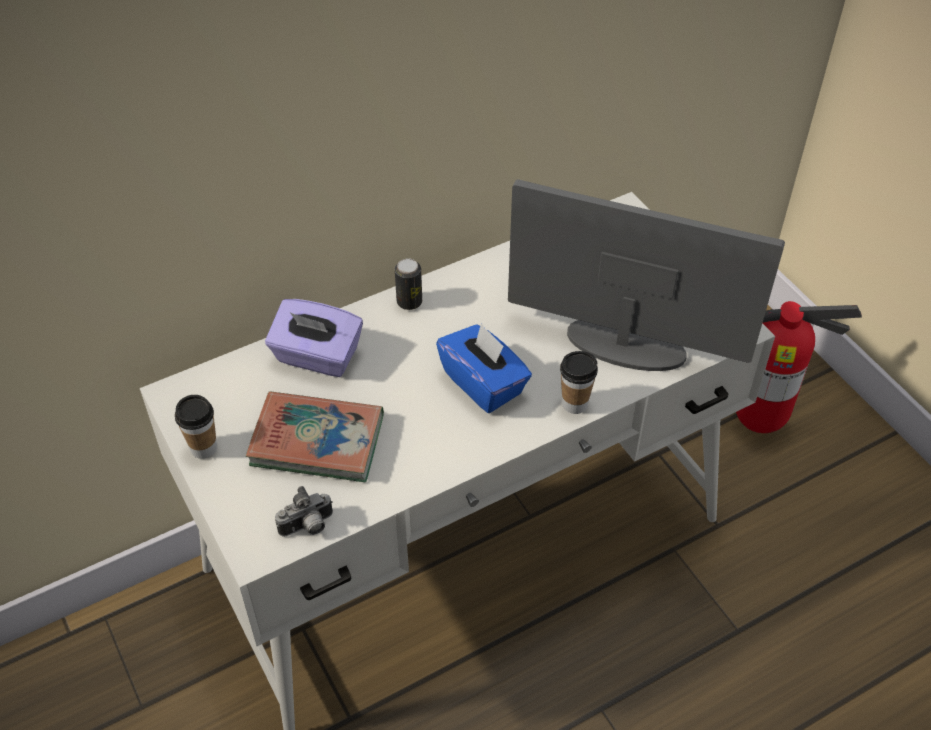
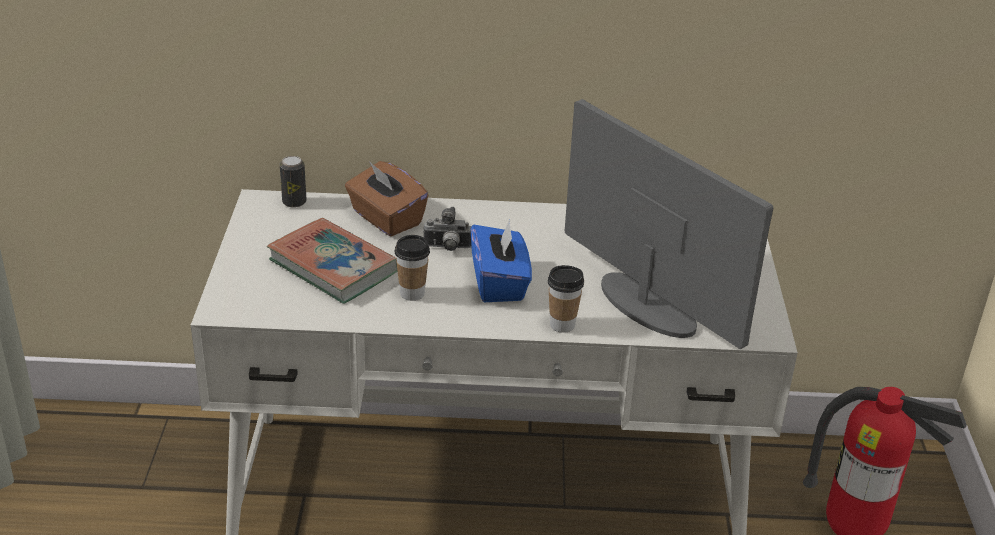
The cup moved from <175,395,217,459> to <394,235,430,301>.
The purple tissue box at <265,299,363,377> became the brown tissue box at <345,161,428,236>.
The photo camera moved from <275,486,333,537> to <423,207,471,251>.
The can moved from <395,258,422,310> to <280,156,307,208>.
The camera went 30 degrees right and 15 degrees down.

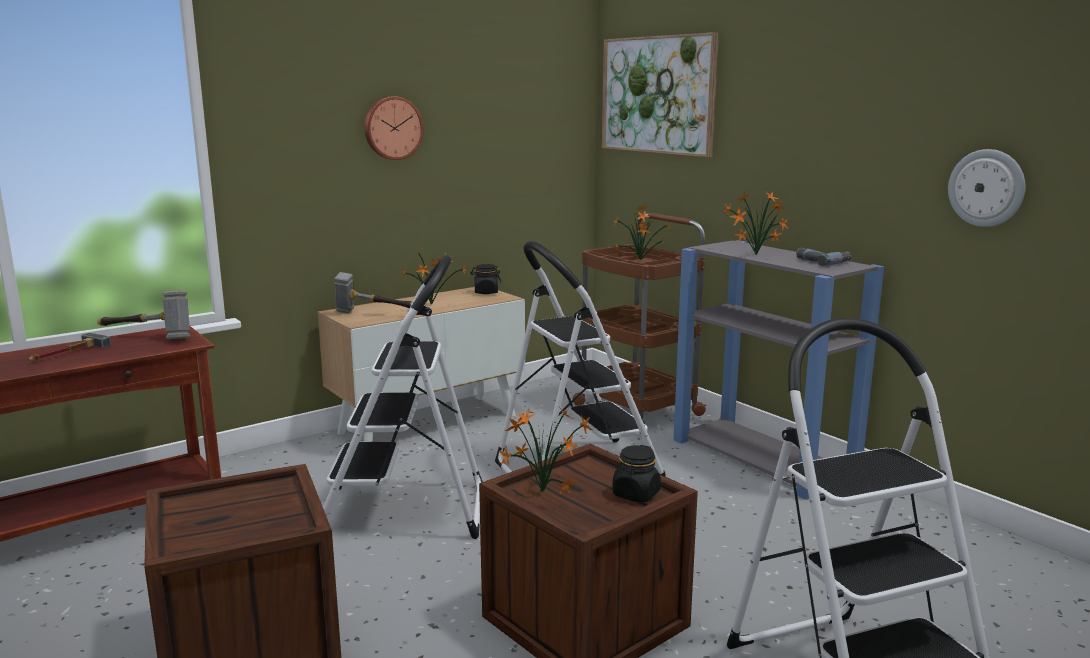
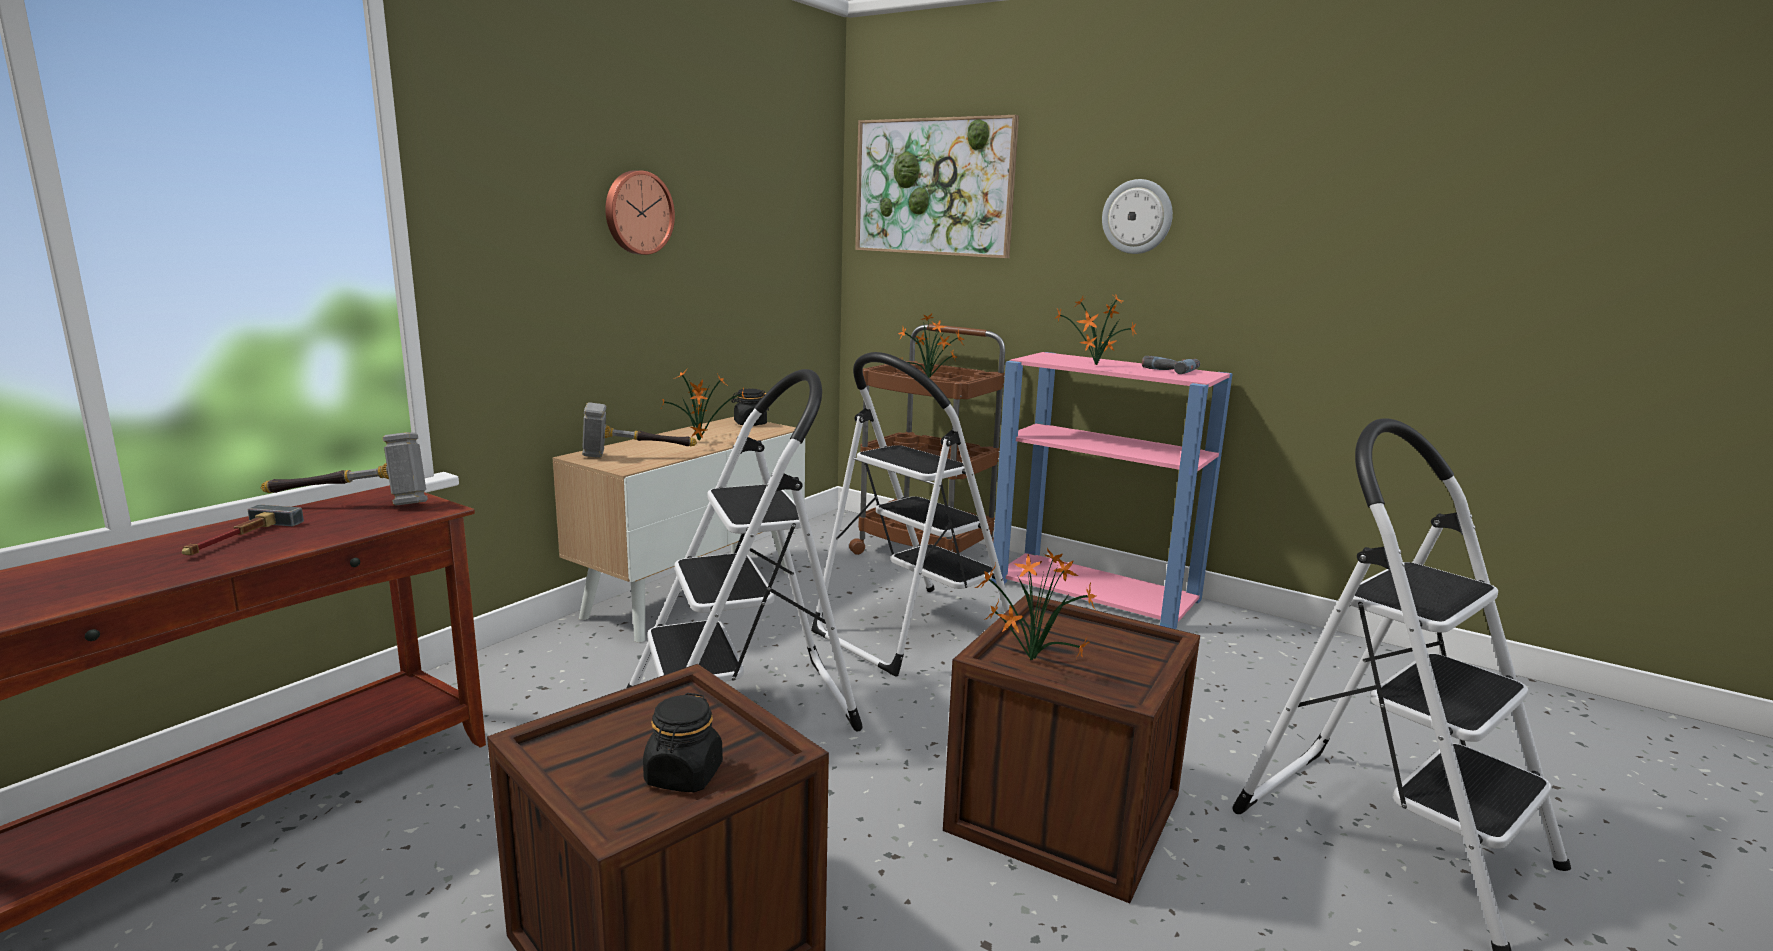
The black jar moved from <612,445,660,502> to <643,693,723,792>.
The grey bookcase at <674,240,884,500> became the pink bookcase at <991,352,1233,629>.
The wall clock moved from <948,149,1025,227> to <1102,179,1173,254>.
The camera went 20 degrees left and 0 degrees up.

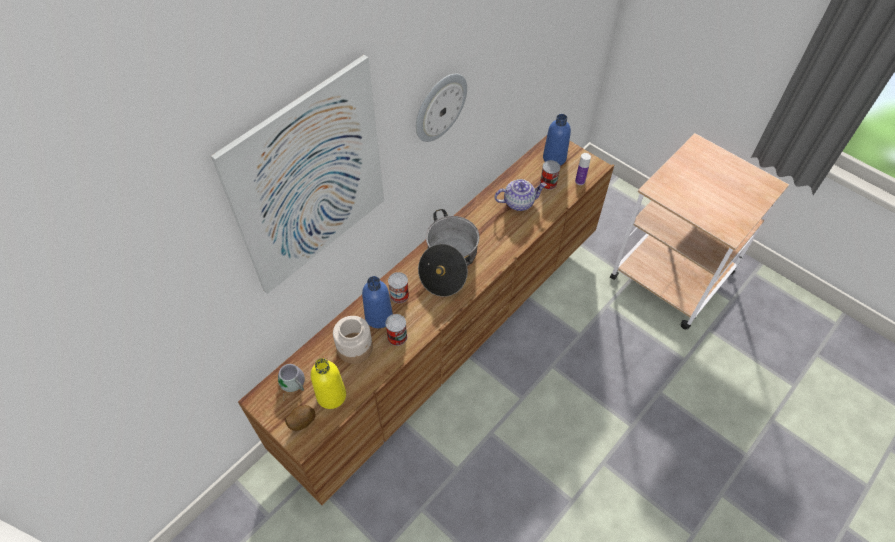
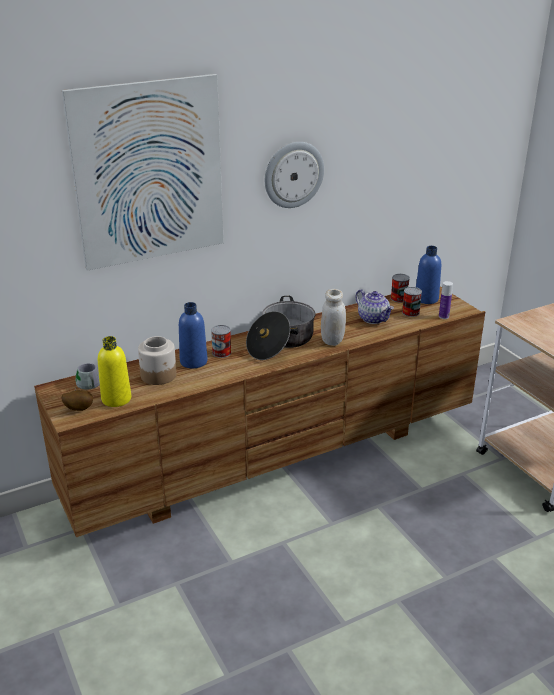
The can moved from <385,314,407,346> to <391,274,410,303>.
The teapot at <494,179,547,211> turned 45 degrees clockwise.
The white jar at <321,289,346,346> appeared.
The camera went 20 degrees right and 25 degrees down.

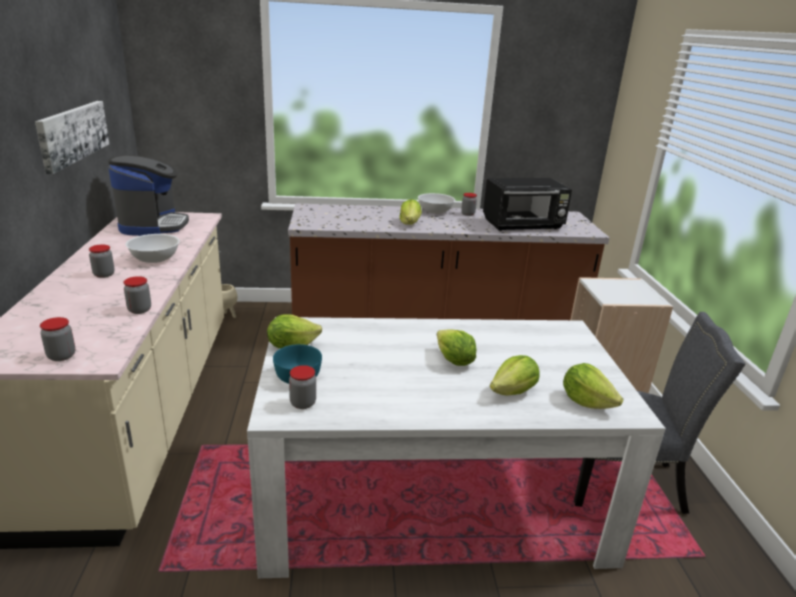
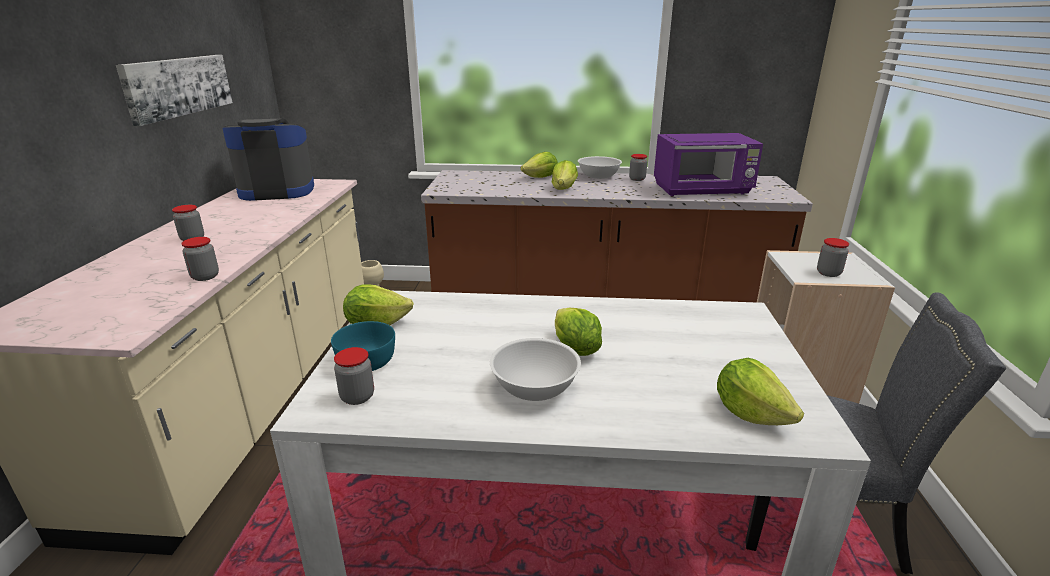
The jar moved from <40,317,75,361> to <817,238,849,277>.
The coffee machine at <108,155,189,236> turned 105 degrees counterclockwise.
The white bowl moved from <125,234,180,263> to <490,338,581,401>.
The black microwave at <483,178,572,231> became the purple microwave at <654,133,763,196>.
The lettuce moved from <490,355,539,395> to <521,152,558,178>.
The camera went 10 degrees right and 0 degrees up.

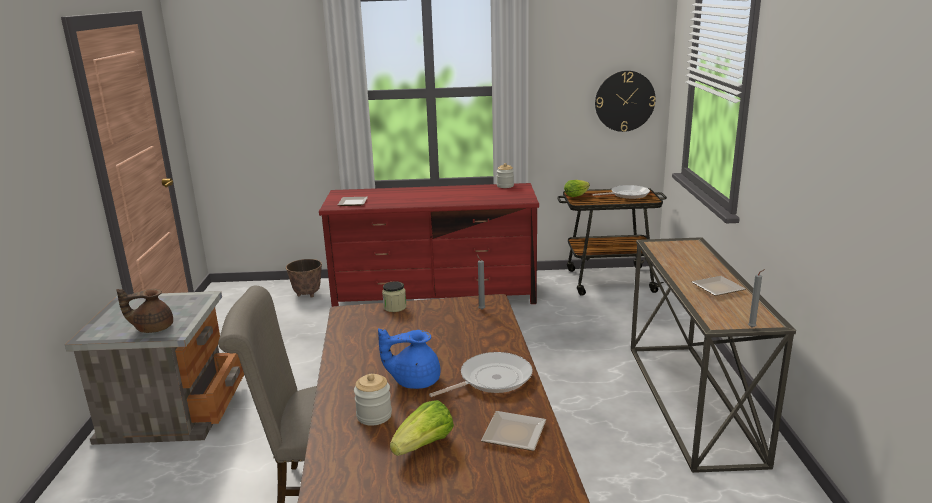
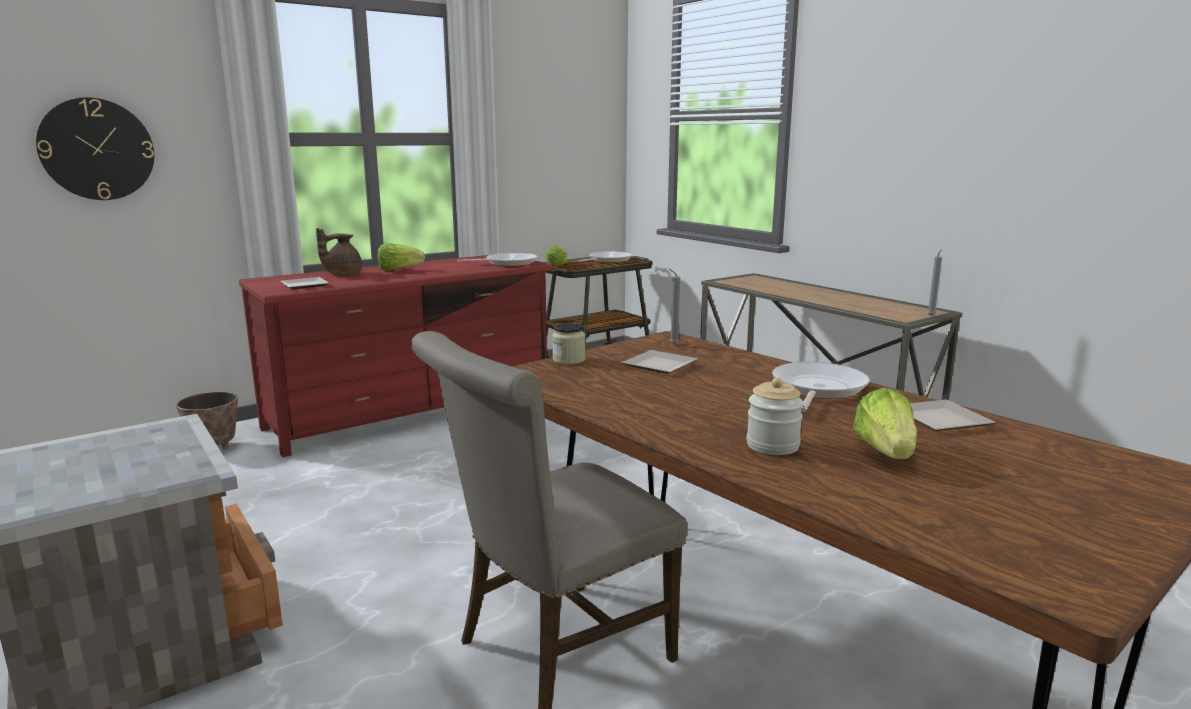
The brown teapot moved from <116,289,173,333> to <316,228,362,275>.
The blue teapot at <378,328,441,389> disappeared.
The jar at <497,163,514,188> disappeared.
The wall clock moved from <595,71,656,132> to <36,97,154,200>.
The plate moved from <692,276,746,296> to <622,350,698,374>.
The lettuce at <378,243,425,271> appeared.
The frying pan at <458,253,537,266> appeared.
The camera went 35 degrees left and 5 degrees down.

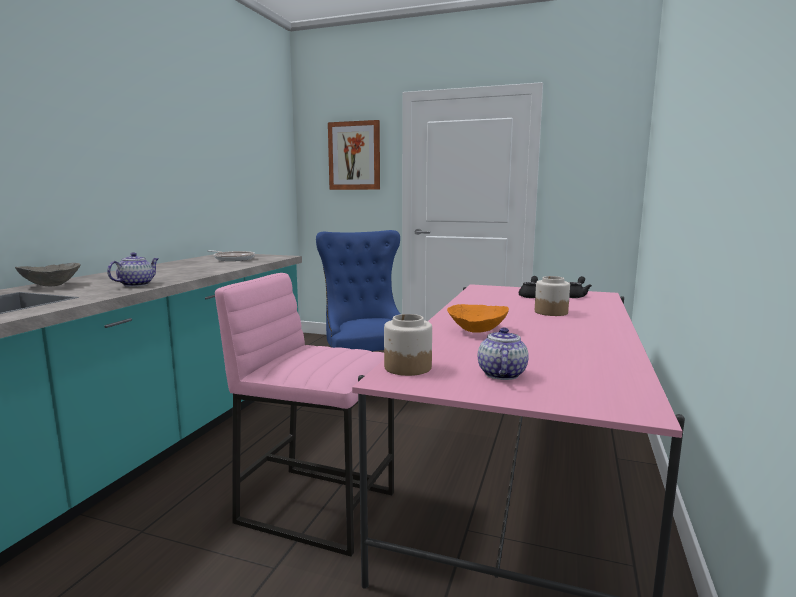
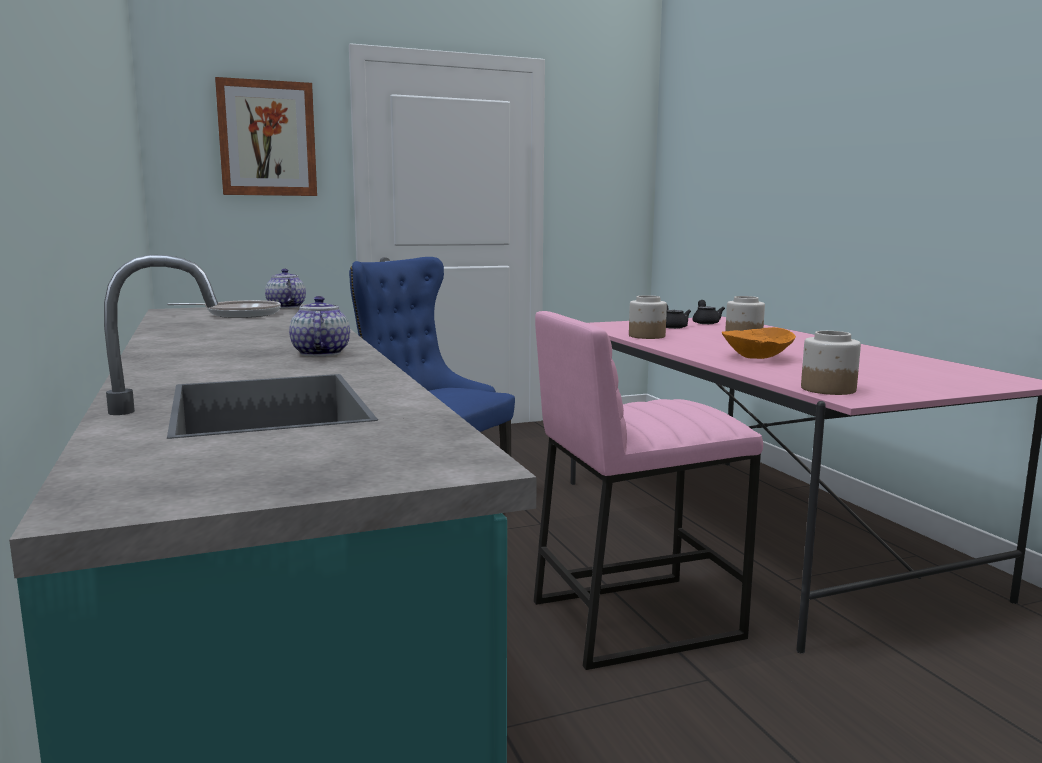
The grey bowl at <15,263,81,286> disappeared.
The teapot moved from <478,327,529,380> to <265,269,306,308>.
The jar at <629,295,667,339> appeared.
The camera went 40 degrees left and 0 degrees up.

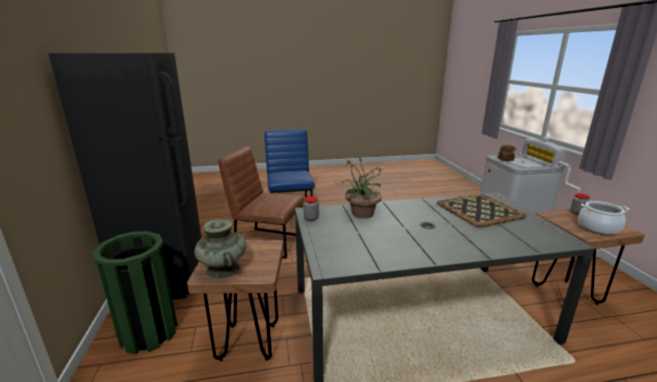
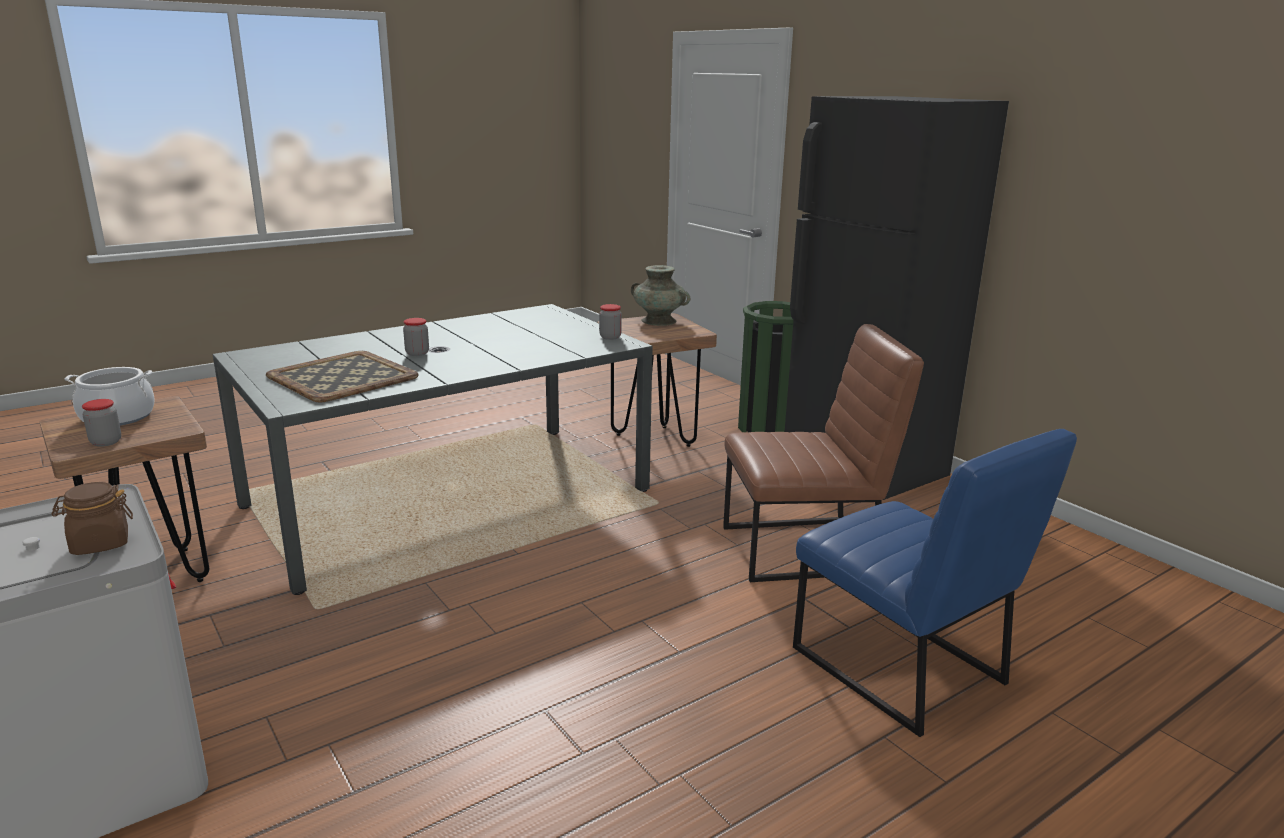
The potted plant at <343,158,382,219> disappeared.
The jar at <403,318,429,356> appeared.
The camera went 155 degrees right and 0 degrees up.

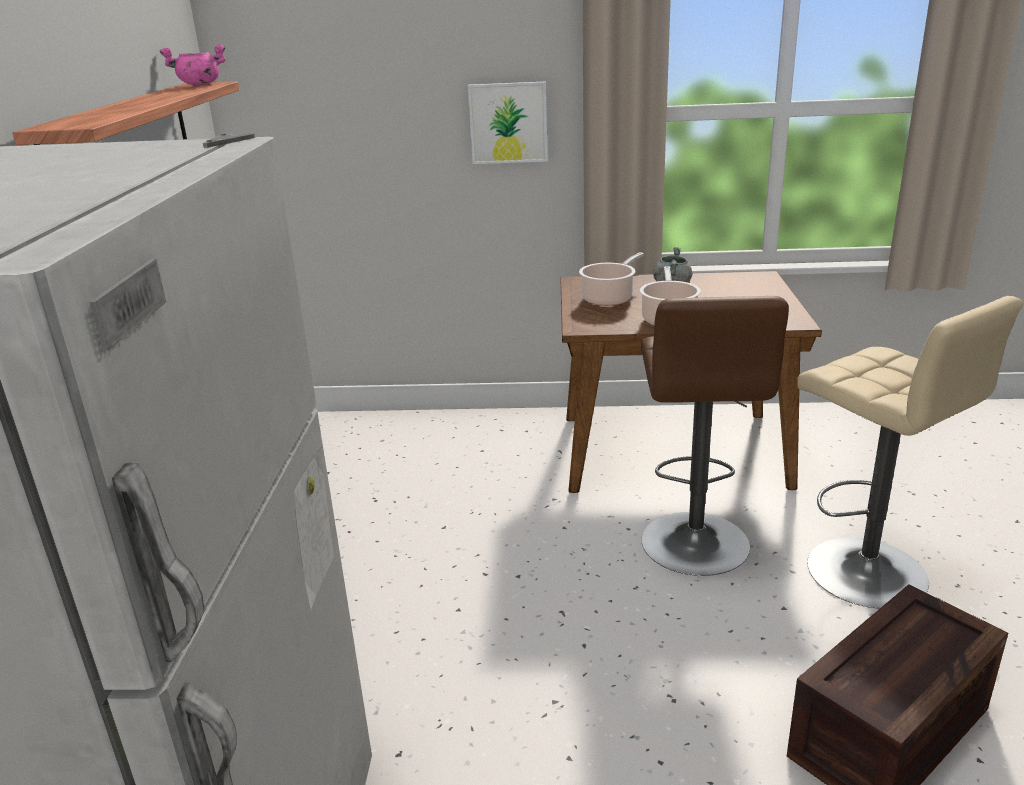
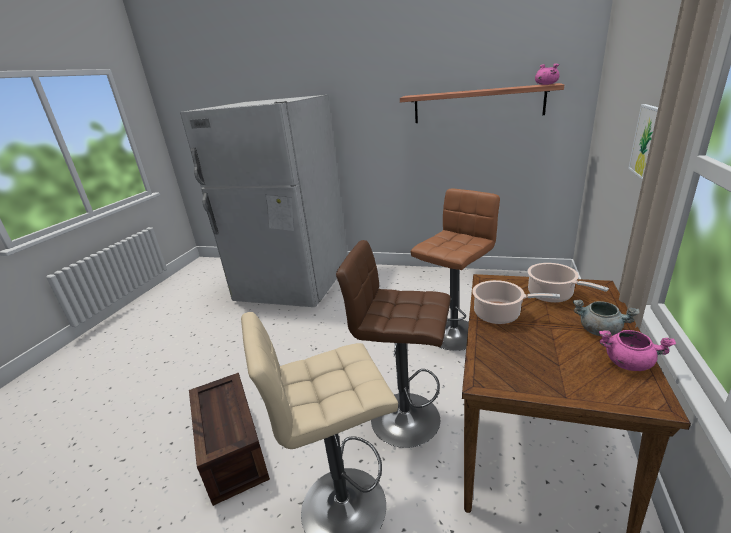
The brown stool at <411,188,500,351> appeared.
The pink cooking pot at <599,330,676,371> appeared.
The camera went 105 degrees right and 0 degrees up.

